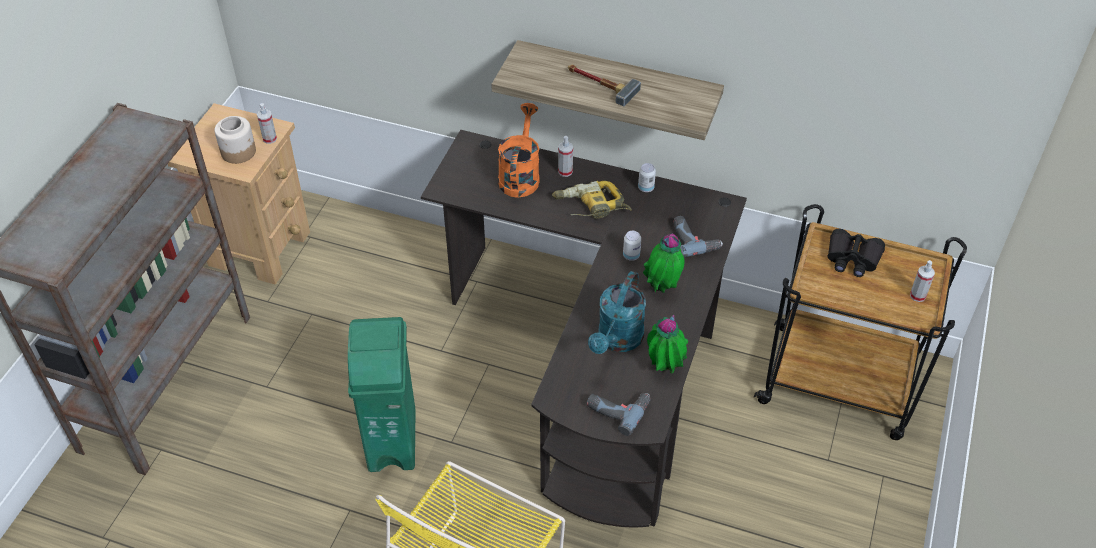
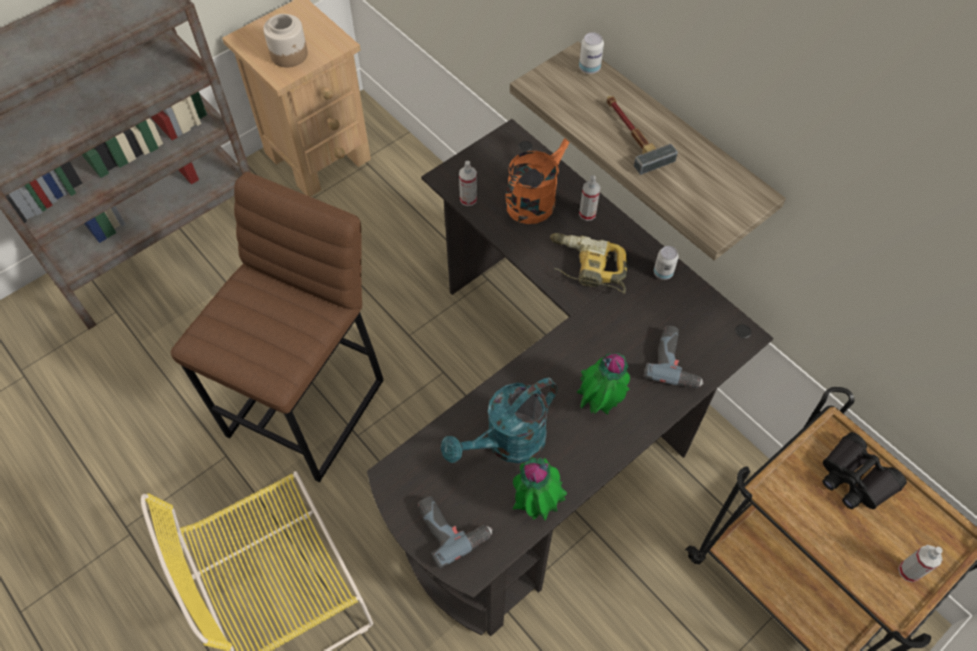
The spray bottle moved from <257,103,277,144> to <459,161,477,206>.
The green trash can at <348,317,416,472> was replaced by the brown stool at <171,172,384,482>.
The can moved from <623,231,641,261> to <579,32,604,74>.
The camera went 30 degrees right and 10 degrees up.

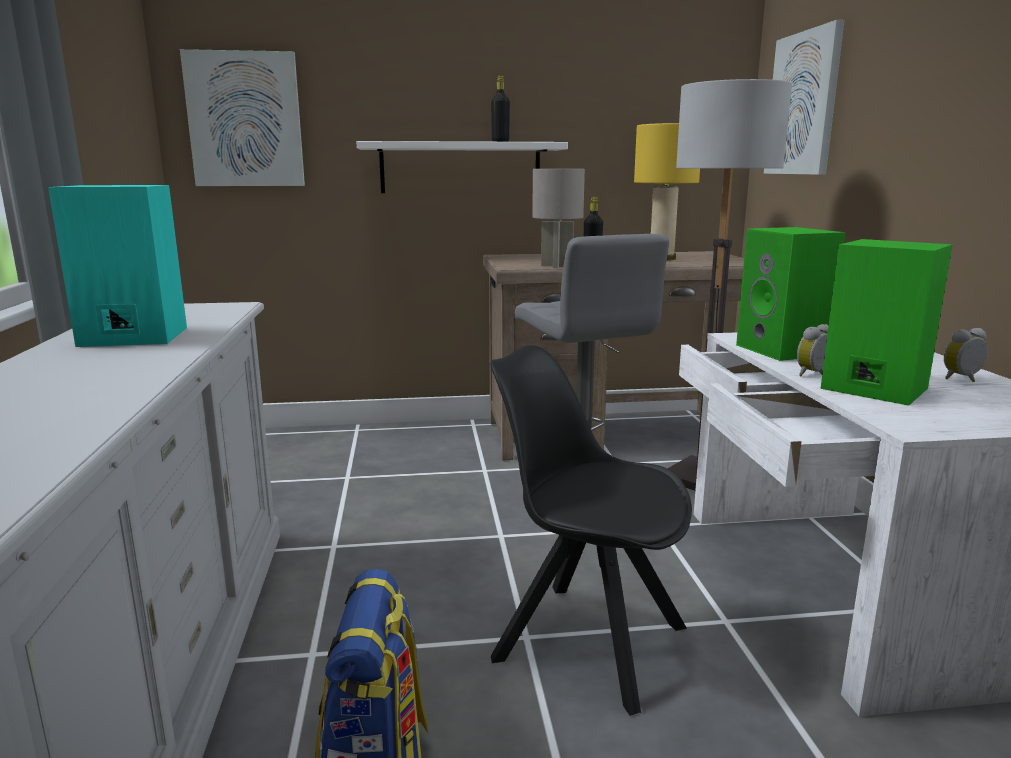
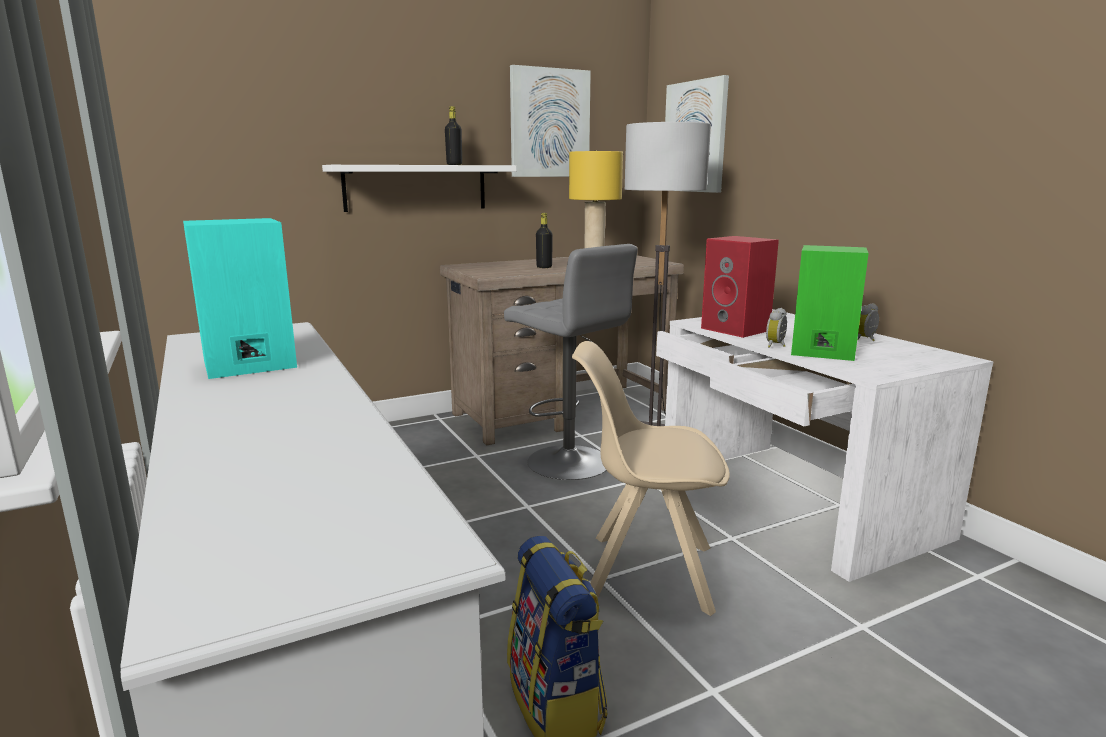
The picture moved from <180,49,305,186> to <510,65,591,177>.
The black chair at <490,345,692,716> became the beige chair at <572,341,730,616>.
The grey table lamp at <532,169,585,268> disappeared.
The green speaker at <736,227,846,361> became the red speaker at <701,236,779,338>.
The camera went 20 degrees left and 0 degrees up.

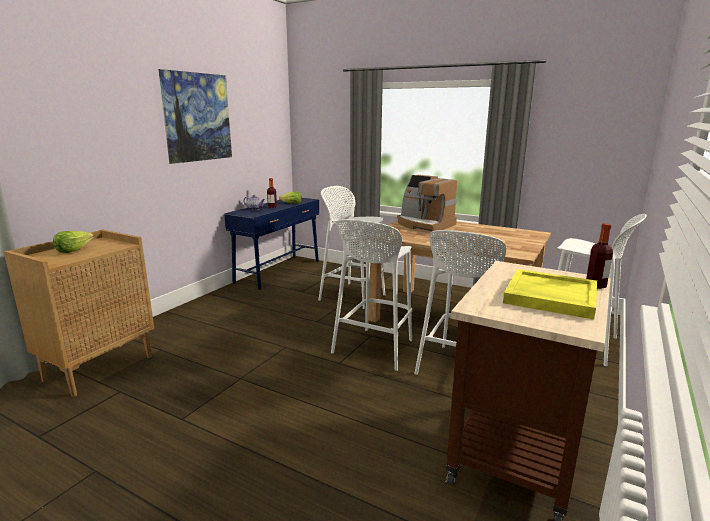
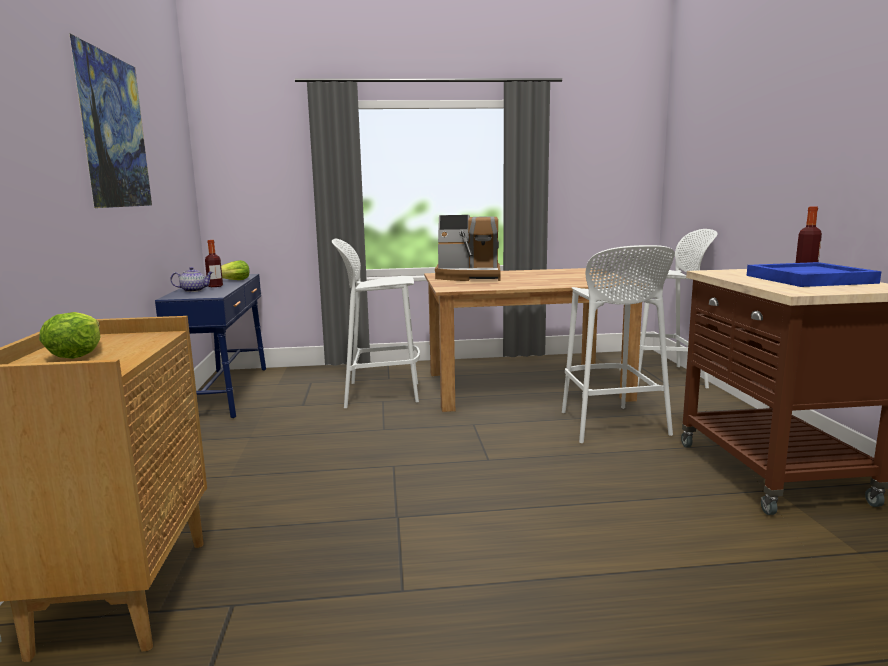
The white stool at <331,219,412,371> disappeared.
The yellow tray at <503,269,597,320> became the blue tray at <747,262,882,287>.
The camera went 35 degrees left and 5 degrees down.

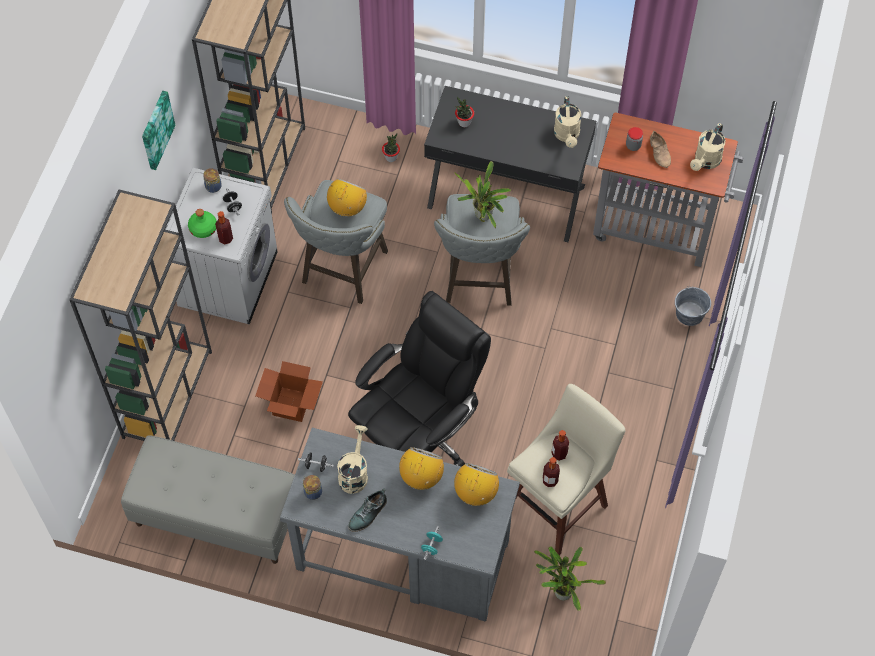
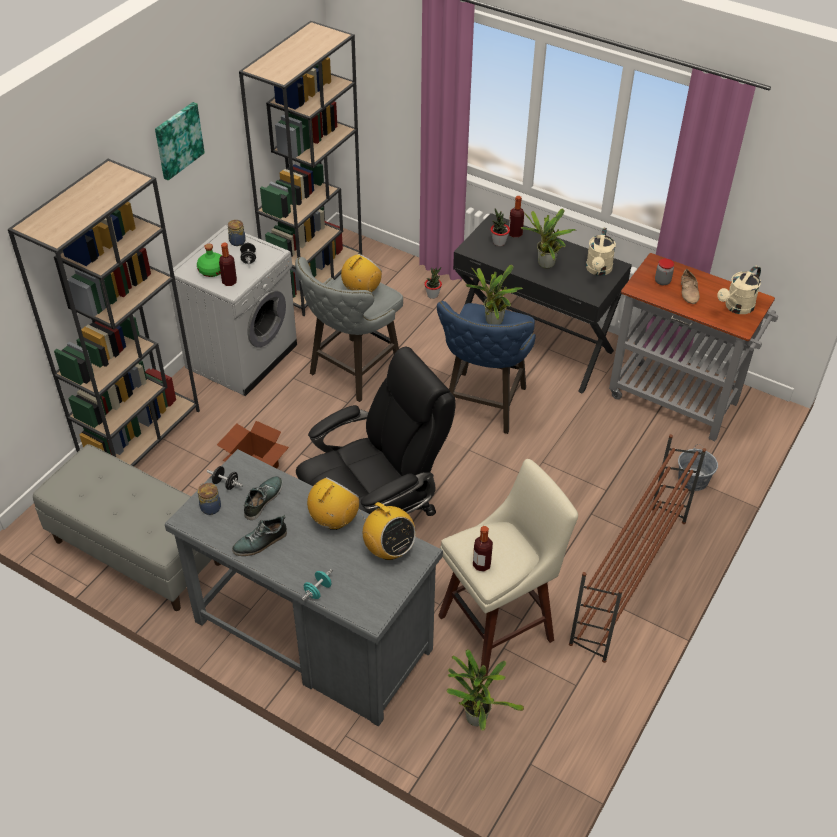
The beige watering can at <337,425,368,494> was replaced by the shoe at <244,476,283,520>.
The grey stool at <434,194,530,306> became the blue stool at <437,301,536,434>.
The radio at <454,463,499,506> turned 105 degrees clockwise.
The bottle moved from <552,430,569,461> to <509,196,524,238>.
The potted plant at <521,208,576,269> appeared.
The brown shoe rack at <569,434,706,663> appeared.
The camera went 15 degrees right and 15 degrees down.

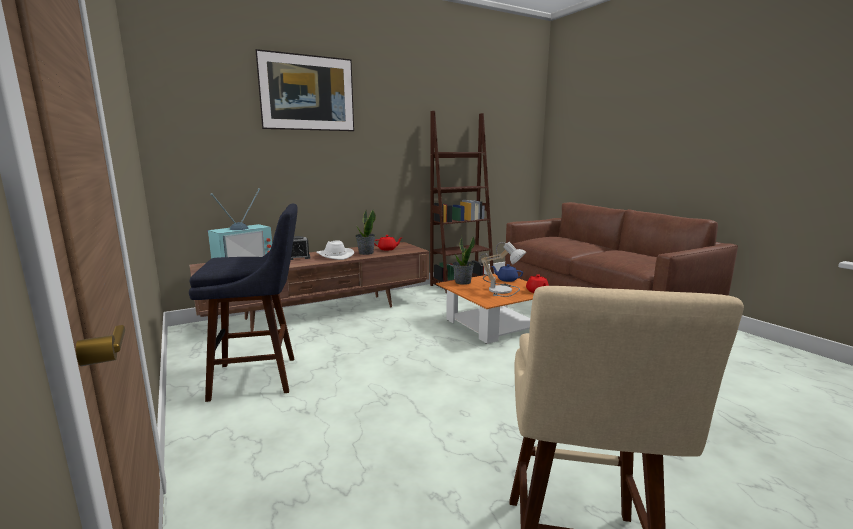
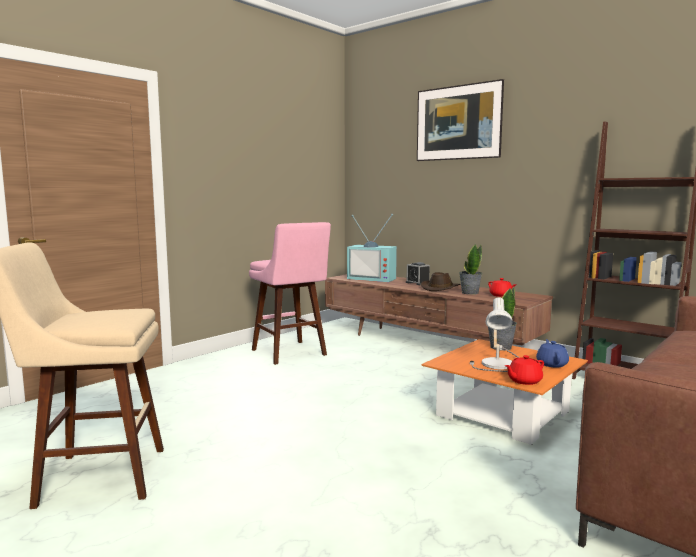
The blue stool at <189,204,298,402> became the pink stool at <249,222,331,365>.
The white hat at <316,240,354,260> became the brown hat at <420,272,461,291>.
The camera went 70 degrees right and 5 degrees down.

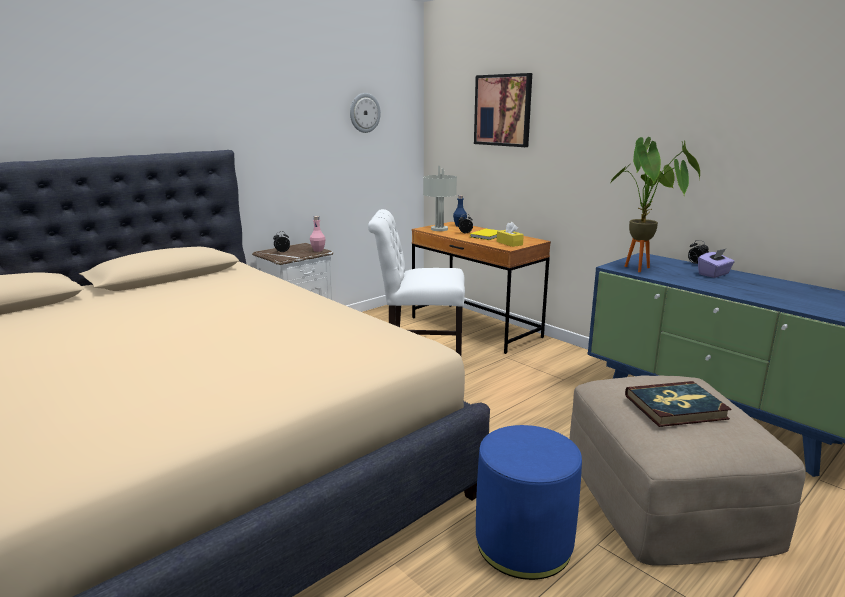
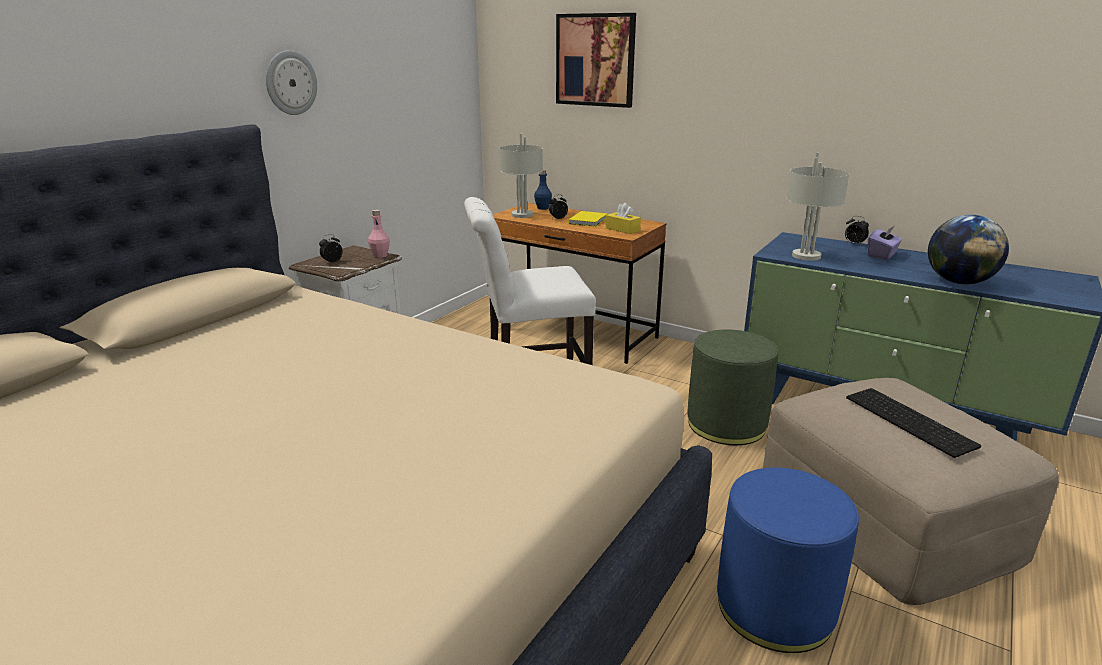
The wall clock moved from <350,93,381,133> to <266,50,317,115>.
The potted plant at <611,137,700,272> was replaced by the grey table lamp at <786,152,849,261>.
The book at <625,381,732,427> was replaced by the keyboard at <846,388,981,458>.
The green ottoman at <687,330,778,445> appeared.
The globe at <928,215,1009,284> appeared.
The camera went 15 degrees left and 5 degrees up.

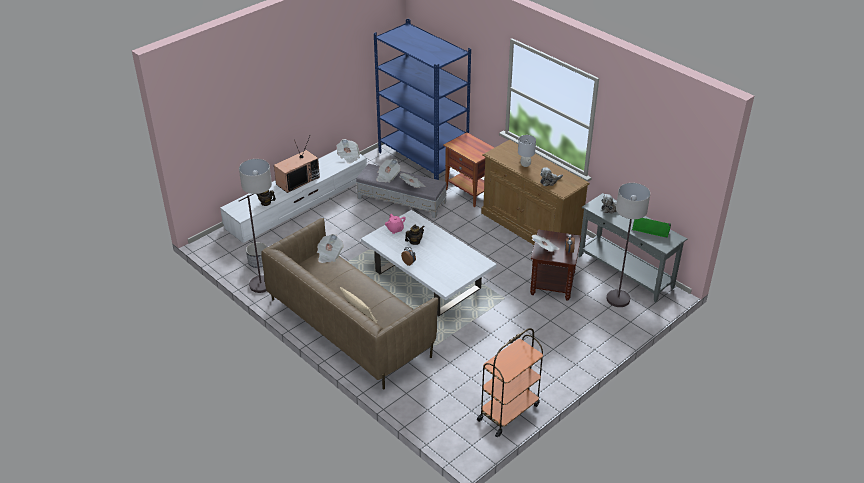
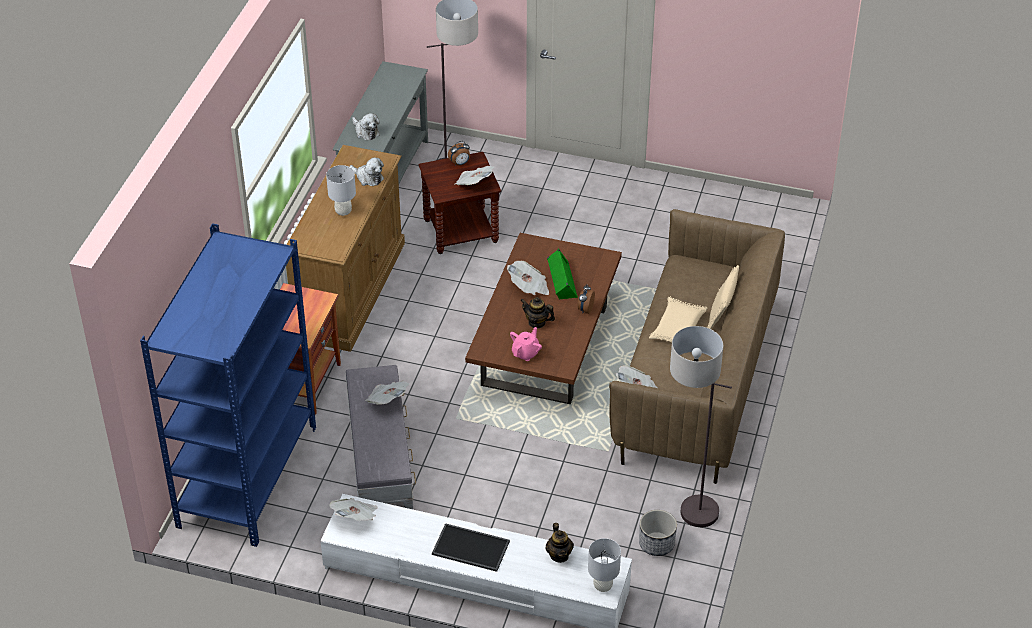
The television at <274,136,320,193> was replaced by the tray at <432,523,510,572>.
The white coffee table at <361,210,497,316> became the brown coffee table at <465,233,622,404>.
The newspaper moved from <376,159,401,183> to <507,261,549,295>.
The orange cart at <477,328,543,437> disappeared.
The green speaker moved from <632,218,671,238> to <547,249,578,299>.
The grey table lamp at <588,538,621,592> appeared.
The beige pillow at <649,296,708,342> appeared.
The camera went 120 degrees left and 5 degrees up.

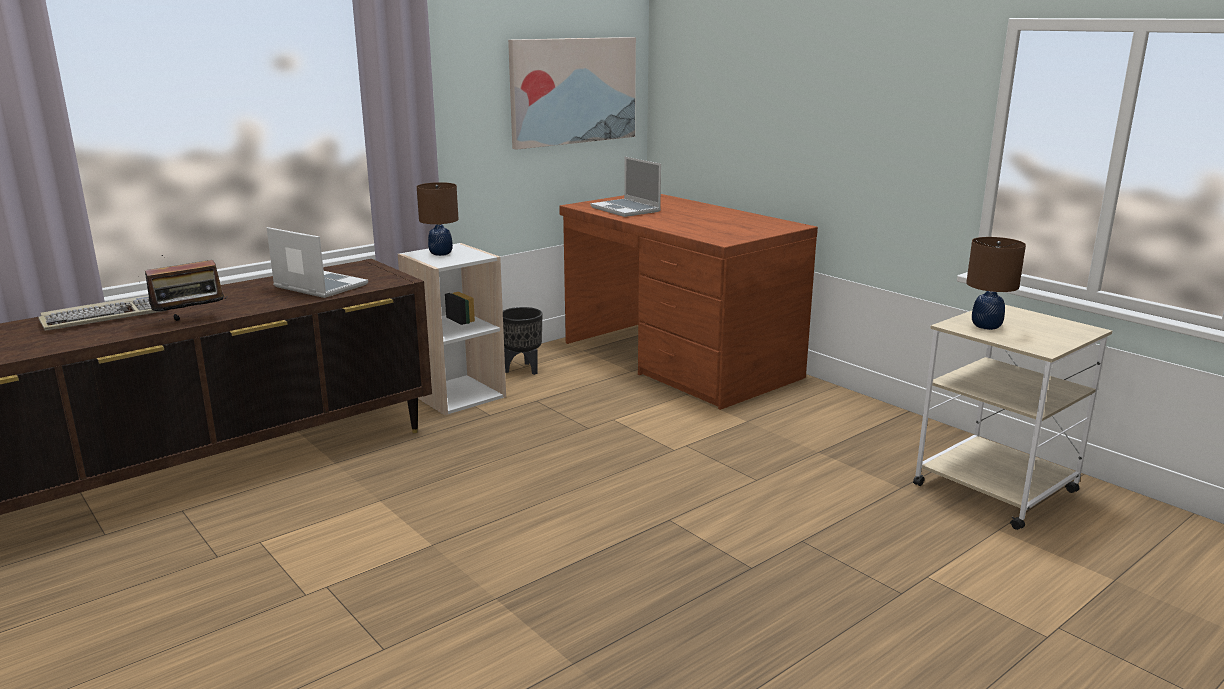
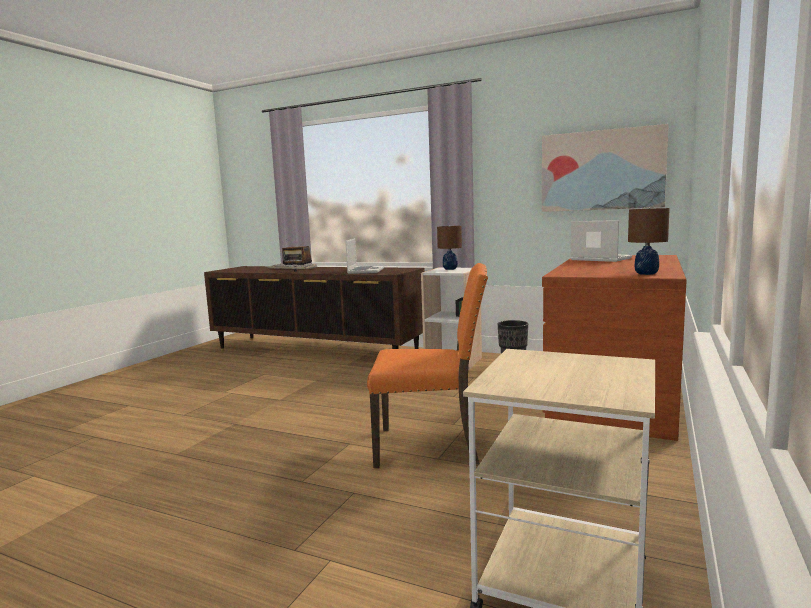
The laptop at <590,157,661,217> turned 105 degrees clockwise.
The brown table lamp moved from <966,237,1026,330> to <628,208,670,275>.
The orange chair at <367,263,488,468> appeared.
The camera went 65 degrees right and 10 degrees down.

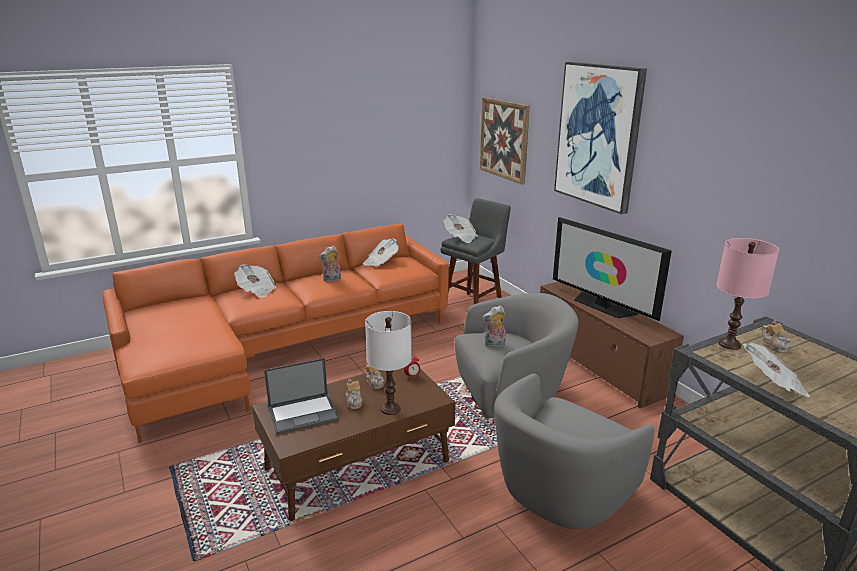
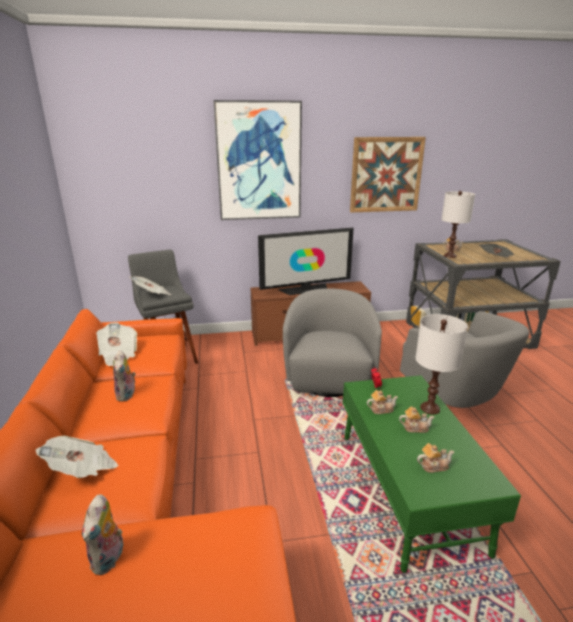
The brown coffee table at <252,368,456,521> became the green coffee table at <343,375,521,573>.
The laptop at <264,358,339,435> was replaced by the teapot at <417,443,454,473>.
The picture moved from <480,97,530,185> to <350,137,426,213>.
The plush toy moved from <482,306,506,348> to <82,494,123,575>.
The pink table lamp at <717,238,779,350> became the white table lamp at <441,191,475,258>.
The camera went 70 degrees left and 0 degrees up.

